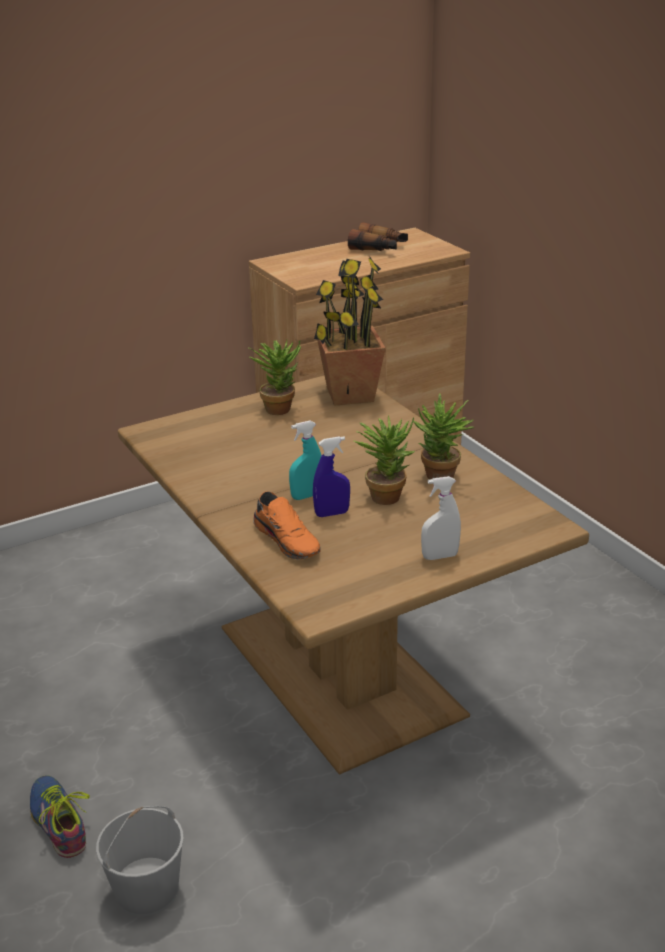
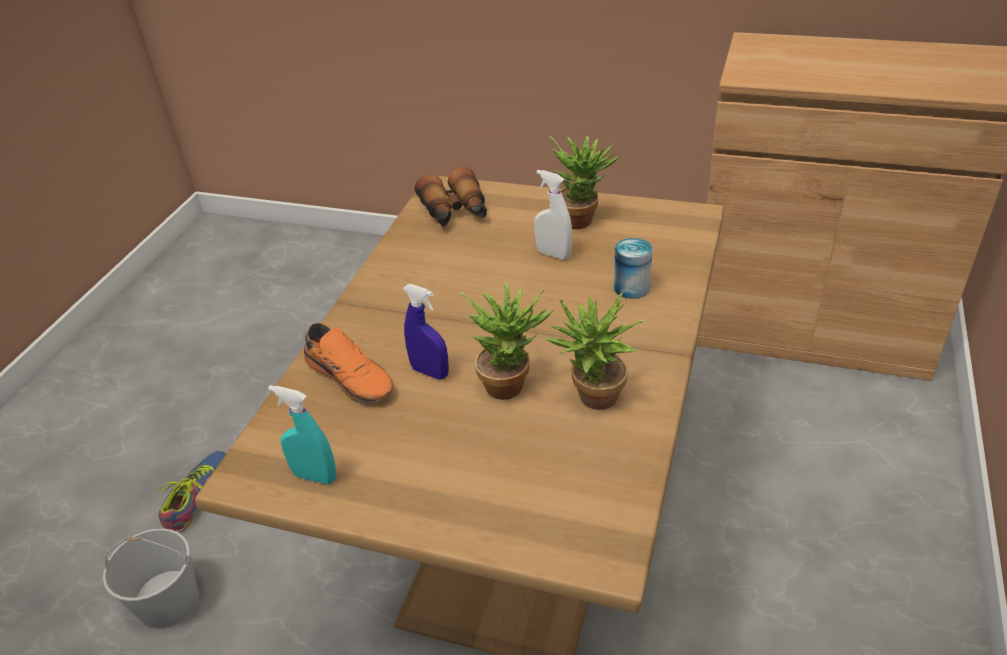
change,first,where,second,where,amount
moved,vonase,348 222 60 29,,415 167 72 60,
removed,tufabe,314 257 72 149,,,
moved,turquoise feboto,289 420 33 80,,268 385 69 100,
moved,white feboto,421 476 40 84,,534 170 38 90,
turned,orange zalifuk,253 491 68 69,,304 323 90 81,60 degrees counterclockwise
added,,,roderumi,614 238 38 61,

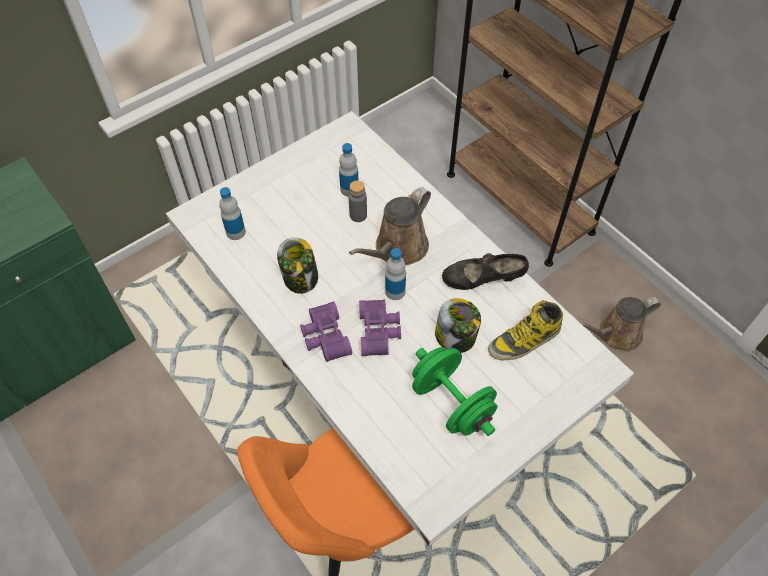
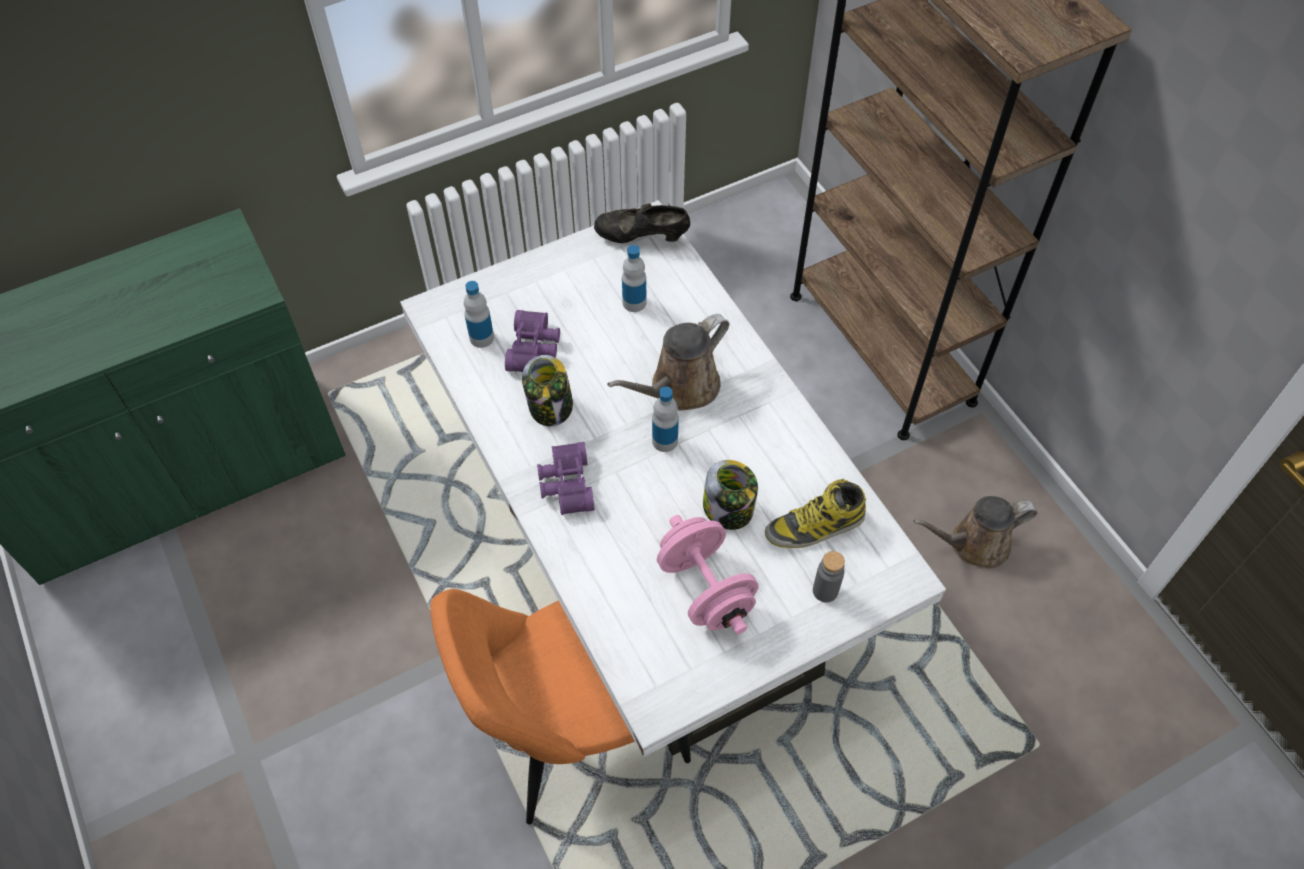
change,first,where,second,where,amount
moved,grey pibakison,349 180 18 42,,813 551 32 51,
moved,black zalifuk,442 253 87 37,,594 203 96 40,
moved,purple vonase,359 299 42 57,,505 310 55 62,
recoloured,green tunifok,412 347 85 89,pink tunifok,657 515 101 119,

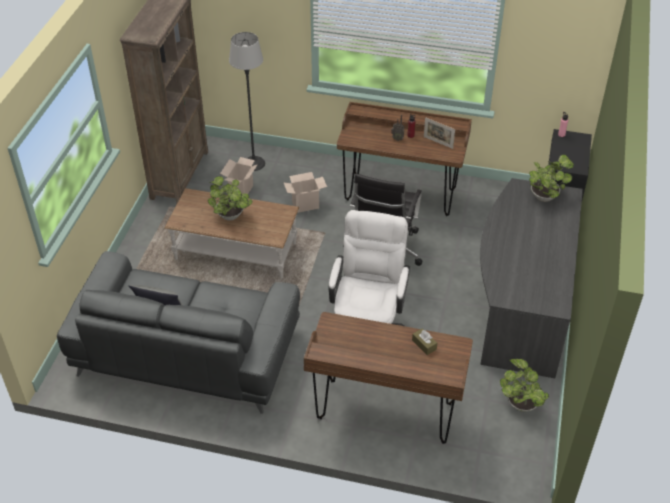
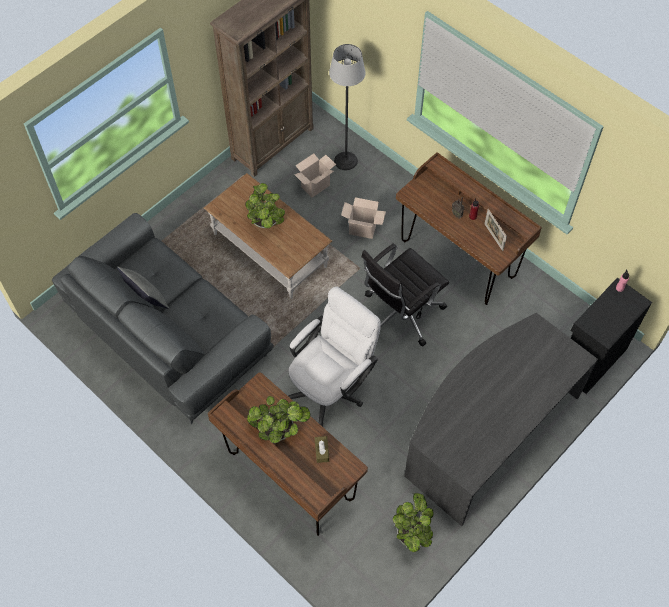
change,first,where,second,where,amount
moved,tufabe,529 155 45 47,,247 396 63 47,

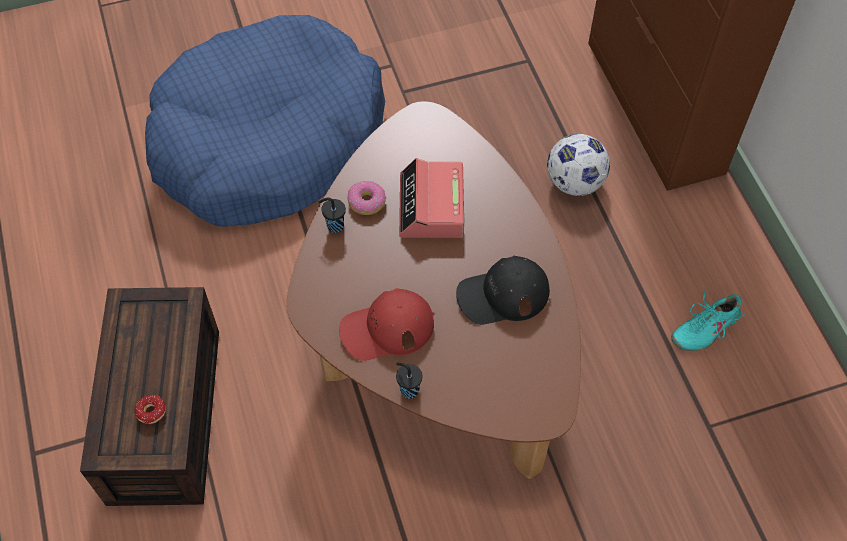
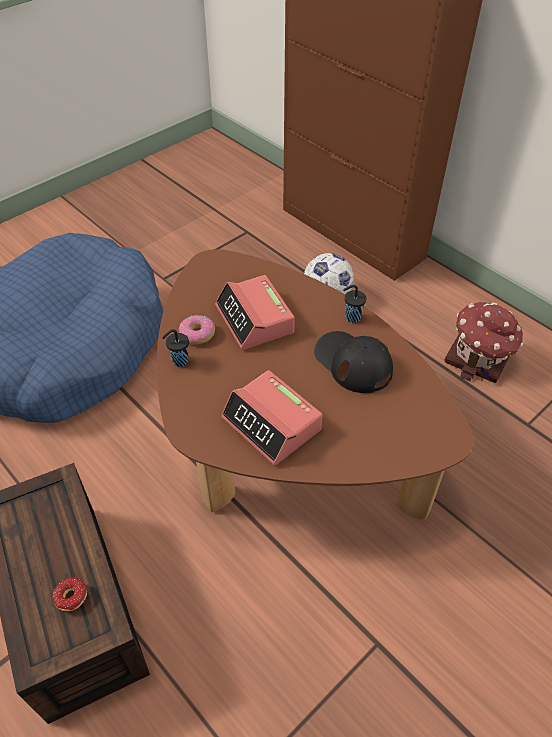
change,first,where,second,where,amount
turned,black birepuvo,456 256 94 69,,314 331 79 62,90 degrees clockwise
replaced,red birepuvo,339 288 95 73,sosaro,221 370 101 96,
replaced,turquoise zalifuk,671 291 74 60,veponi,445 301 78 82,
moved,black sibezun,396 362 27 37,,343 285 23 38,

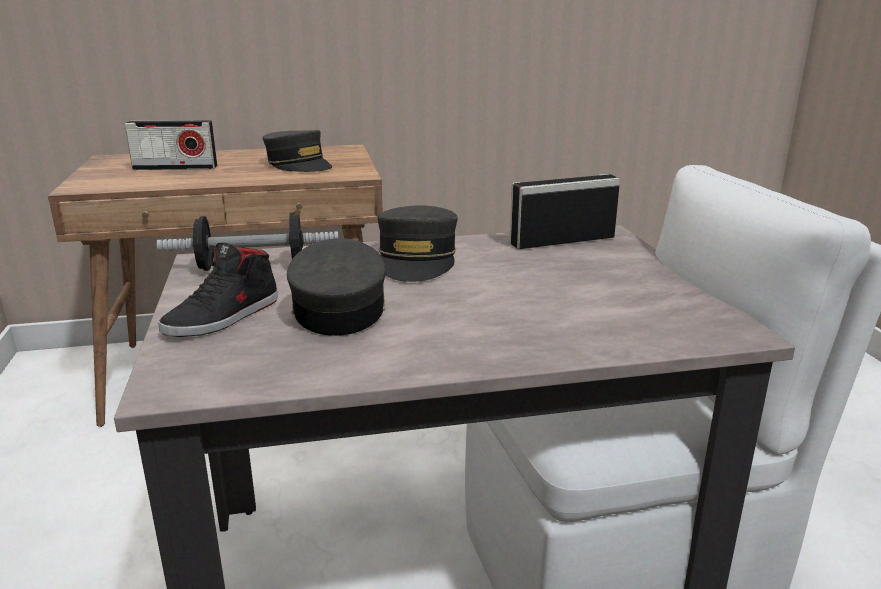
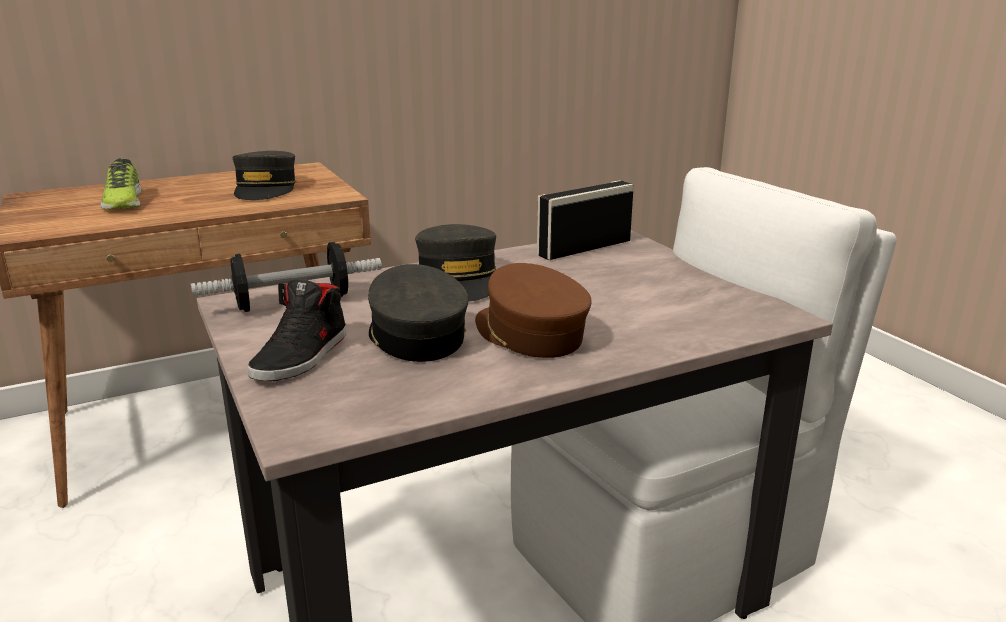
change,first,where,second,where,amount
replaced,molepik,125 120 92 50,zalifuk,100 158 41 52,
turned,grey birepuvo,263 130 69 42,,233 151 63 49,60 degrees clockwise
added,,,brown birepuvo,475 263 117 95,

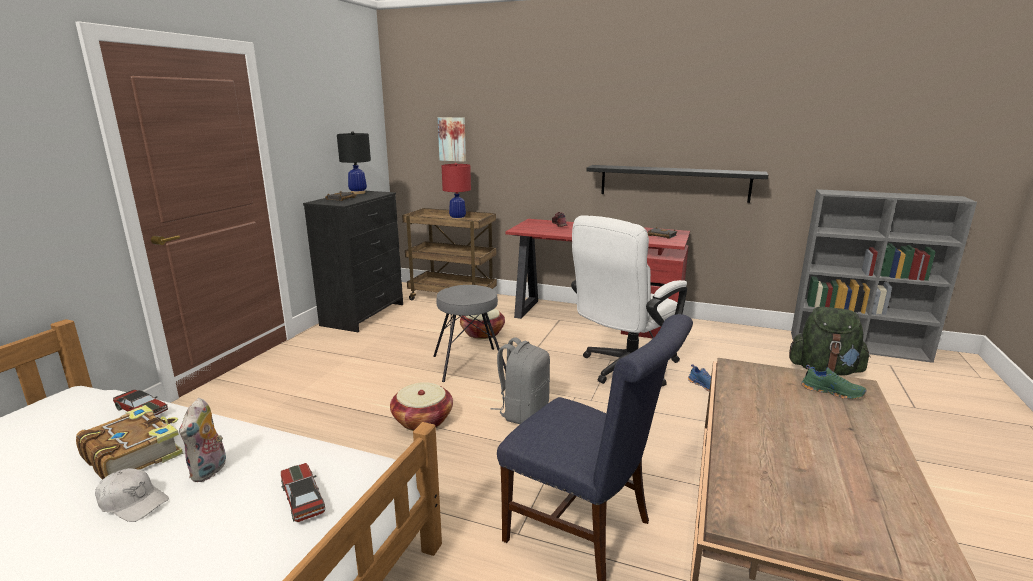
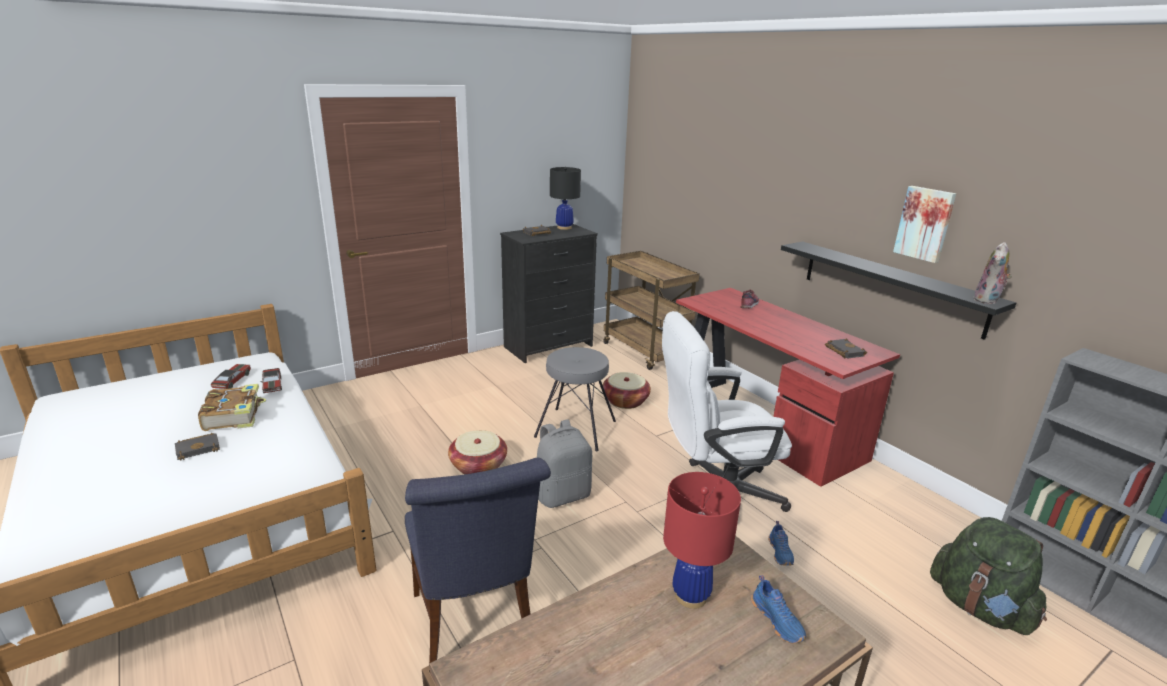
change,first,where,second,where,amount
moved,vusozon,438 117 28 45,,893 186 63 77,
moved,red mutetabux,442 163 29 57,,663 472 78 137,
recoloured,green zalifuk,801 365 65 34,blue zalifuk,751 575 55 68,
moved,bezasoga,179 398 47 84,,973 242 39 62,
moved,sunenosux,281 463 44 59,,211 364 40 25,
replaced,white birepuvo,95 468 74 54,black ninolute,175 433 45 28,

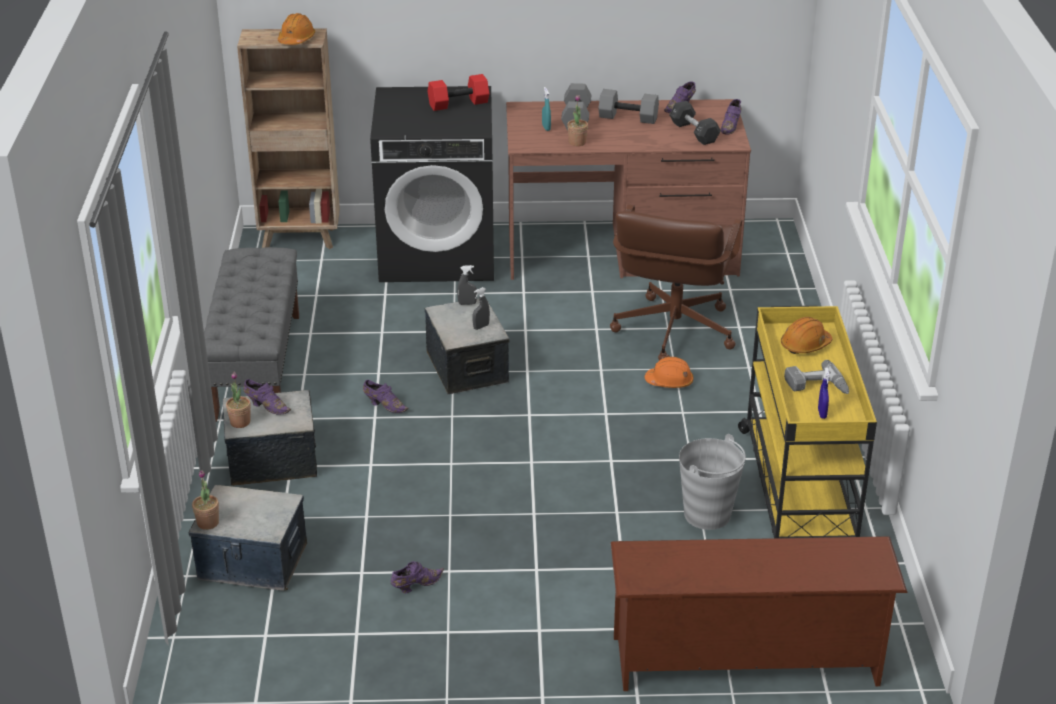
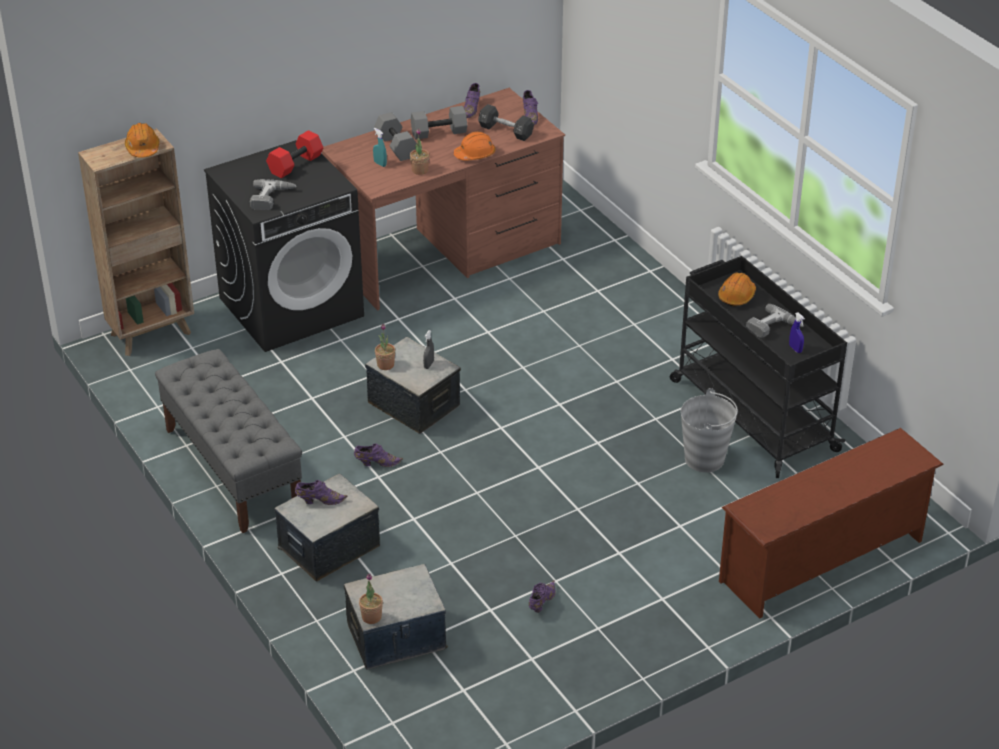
change,first,where,second,where,amount
removed,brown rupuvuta,610 204 132 156,,,
removed,grey feboto,457 265 20 40,,,
recoloured,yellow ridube,738 306 139 232,black ridube,670 256 177 222,
moved,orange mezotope,645 357 49 31,,454 132 41 29,
moved,tufabe,226 372 25 56,,375 324 20 46,
added,,,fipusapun,250 179 46 31,

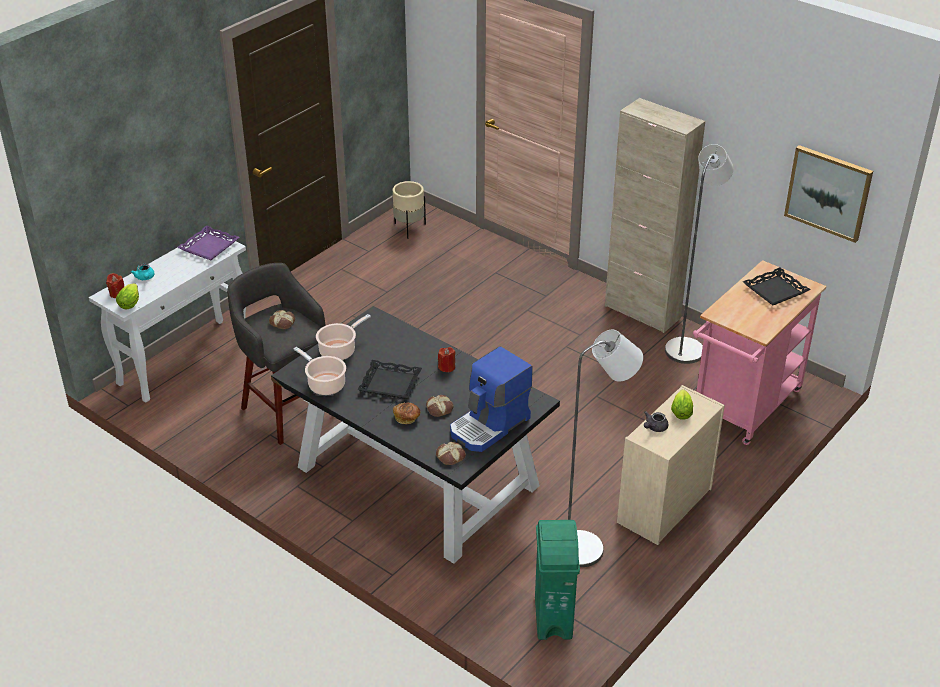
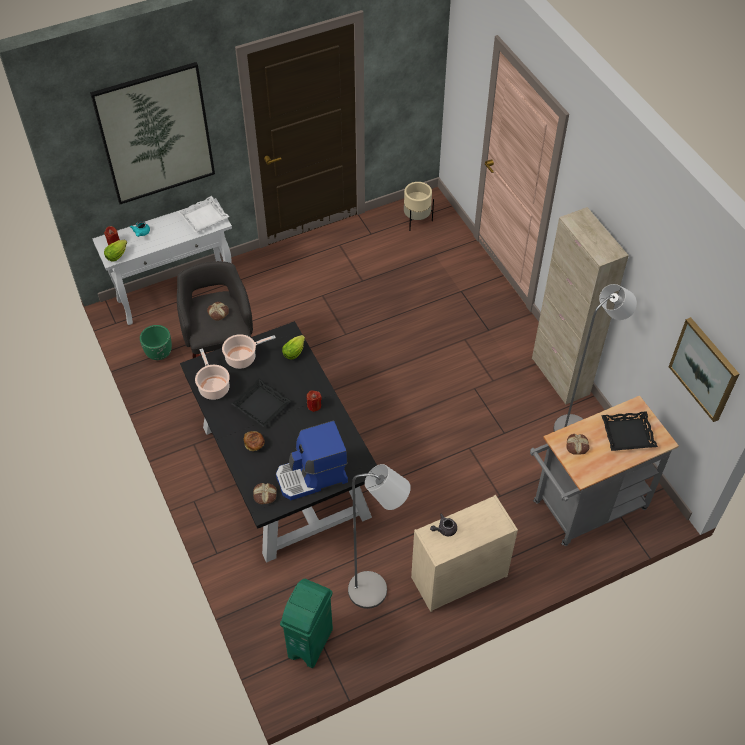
change,first,where,second,where,amount
recoloured,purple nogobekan,177 225 62 35,white nogobekan,178 196 52 37,
recoloured,pink ridube,693 260 133 185,grey ridube,530 396 149 150,
moved,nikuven,671 389 22 31,,282 335 23 25,
moved,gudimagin,426 395 28 22,,566 434 24 21,
added,,,vusozon,90 62 125 142,
added,,,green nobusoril,140 325 32 35,

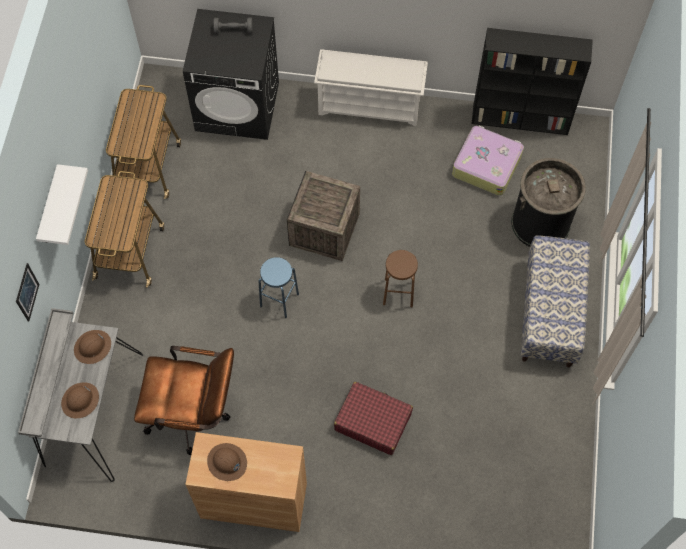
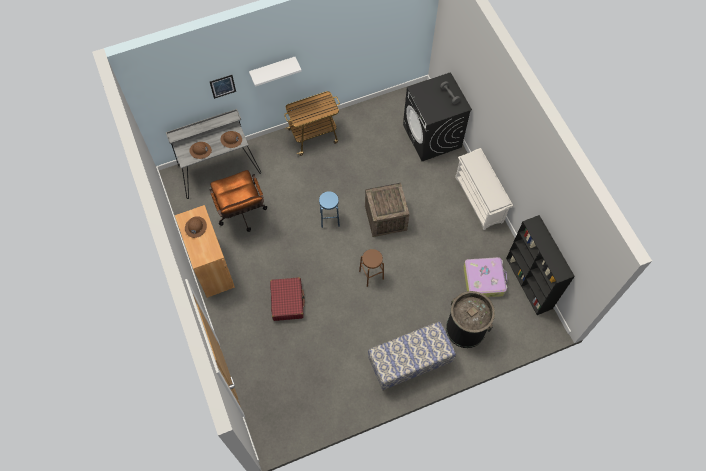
change,first,where,second,where,amount
removed,ridube,106 85 75 114,,,

